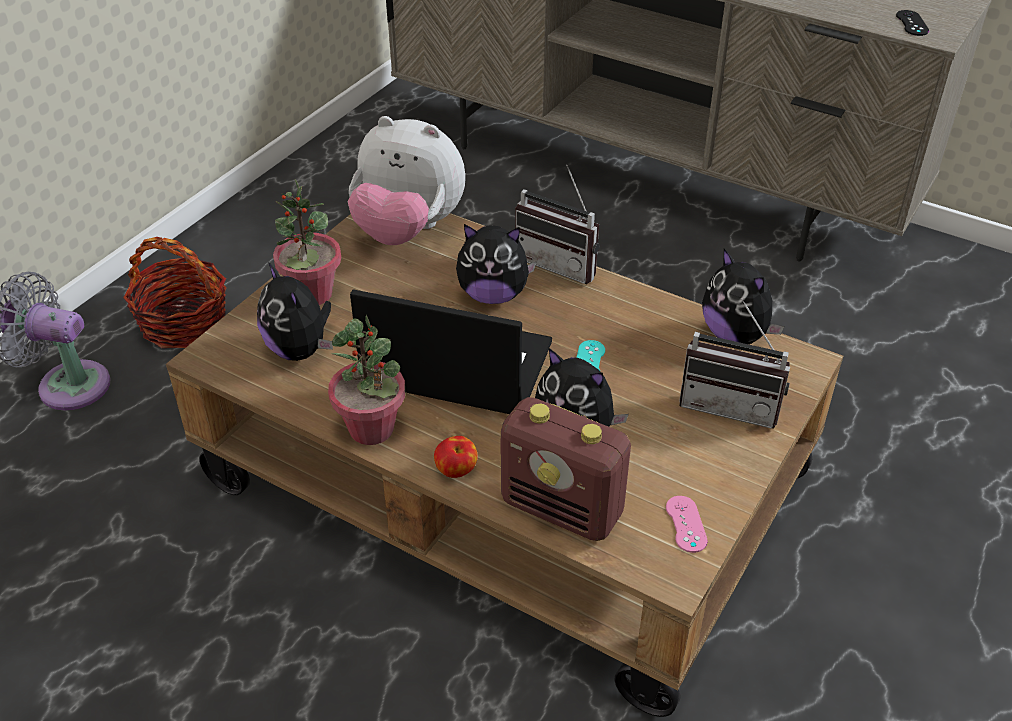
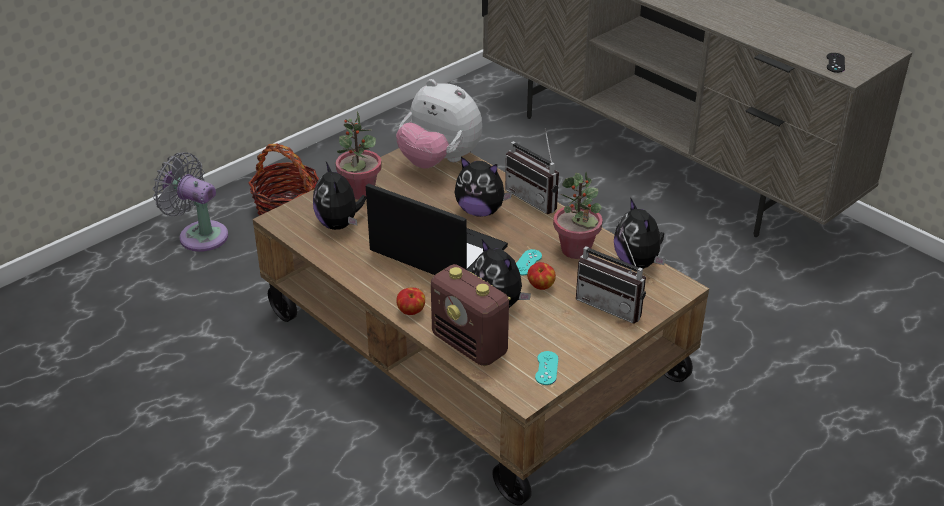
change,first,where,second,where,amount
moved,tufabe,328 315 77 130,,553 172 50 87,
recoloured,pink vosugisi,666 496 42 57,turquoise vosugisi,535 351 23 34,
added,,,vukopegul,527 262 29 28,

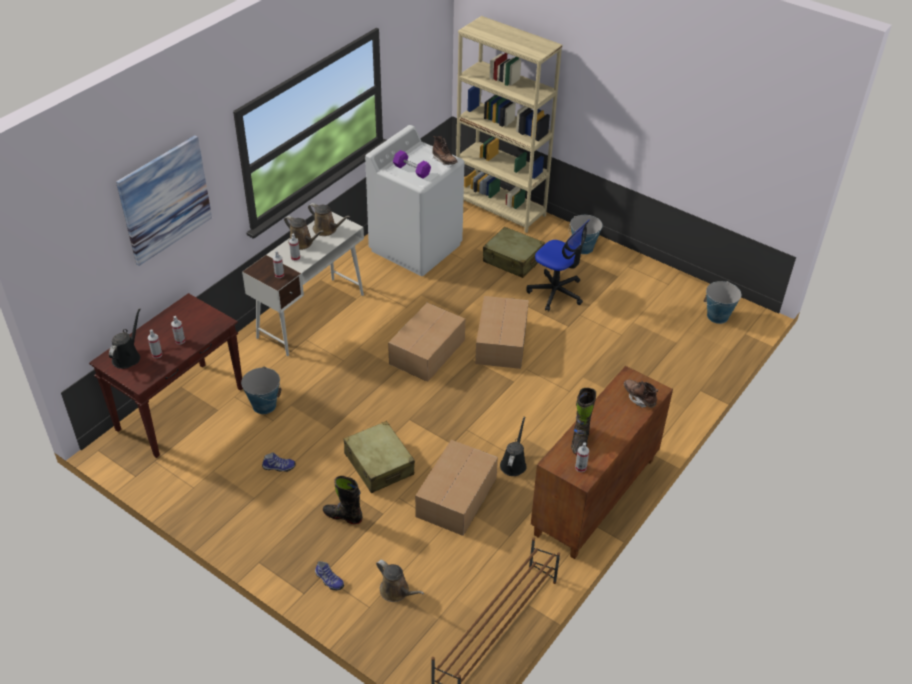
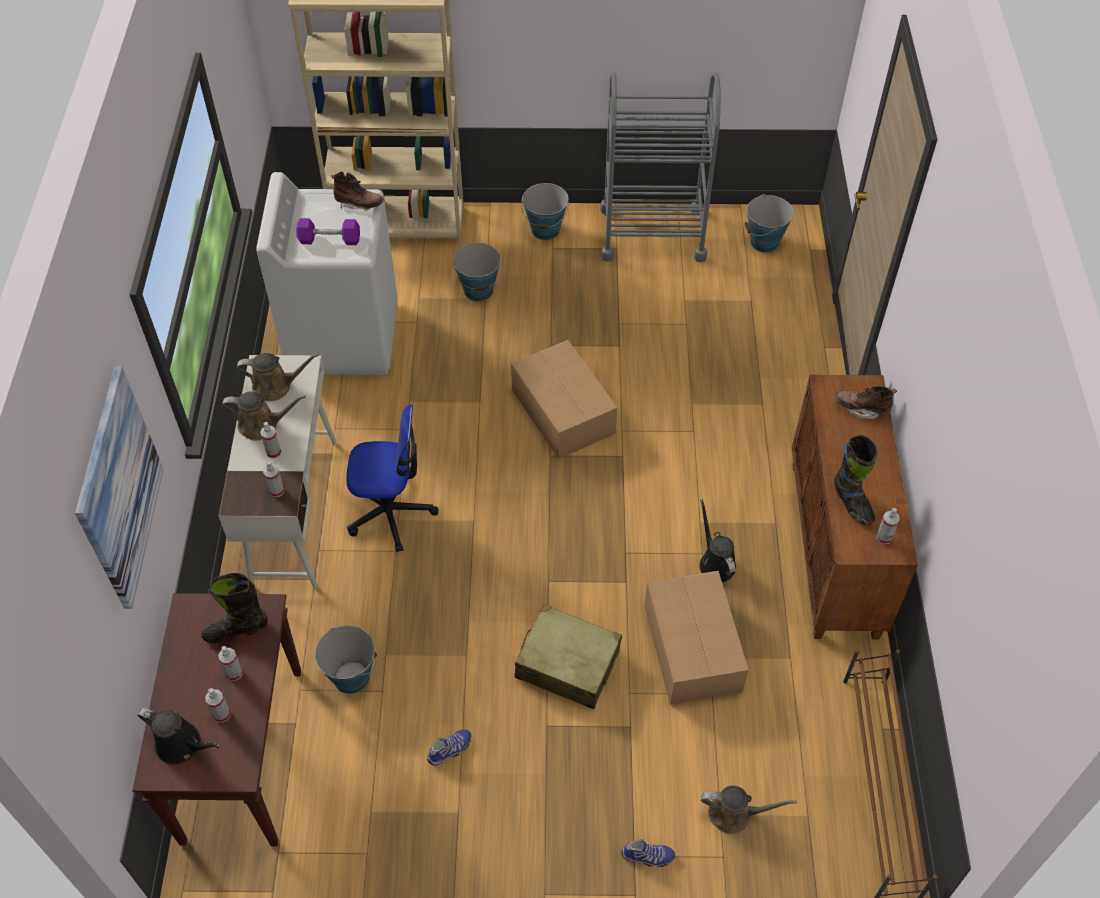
change,first,where,second,where,amount
moved,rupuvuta,526 220 64 91,,346 404 92 148,
replaced,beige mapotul,483 227 62 51,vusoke,453 243 49 59,
removed,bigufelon,388 303 77 79,,,
turned,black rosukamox,109 308 31 61,,138 708 83 57,135 degrees clockwise
moved,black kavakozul,323 476 40 48,,201 573 67 70,
added,,,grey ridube,600 72 121 190,

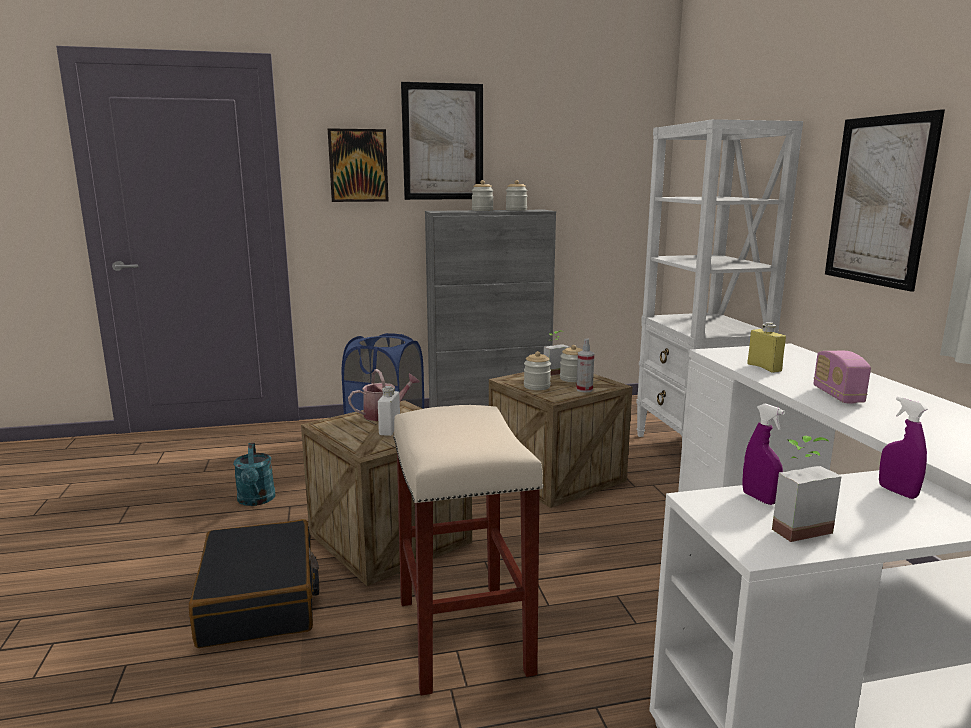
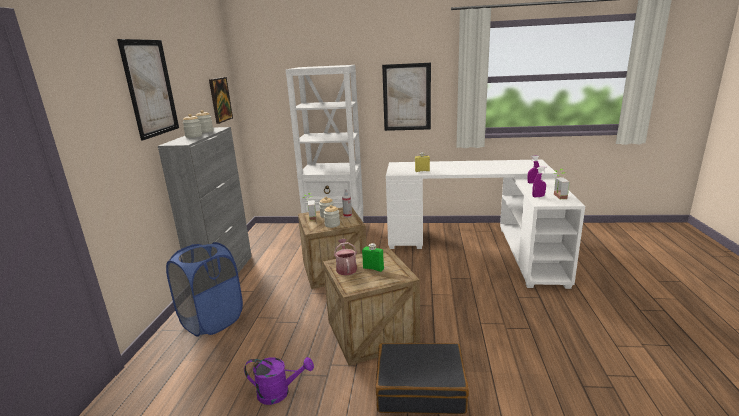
change,first,where,second,where,amount
moved,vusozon,328 128 61 74,,209 77 24 47,
removed,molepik,813 351 58 53,,,
recoloured,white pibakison,378 386 22 50,green pibakison,362 243 22 29,
removed,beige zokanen,393 405 150 291,,,
recoloured,turquoise rosukamox,233 443 42 63,purple rosukamox,244 357 70 48,

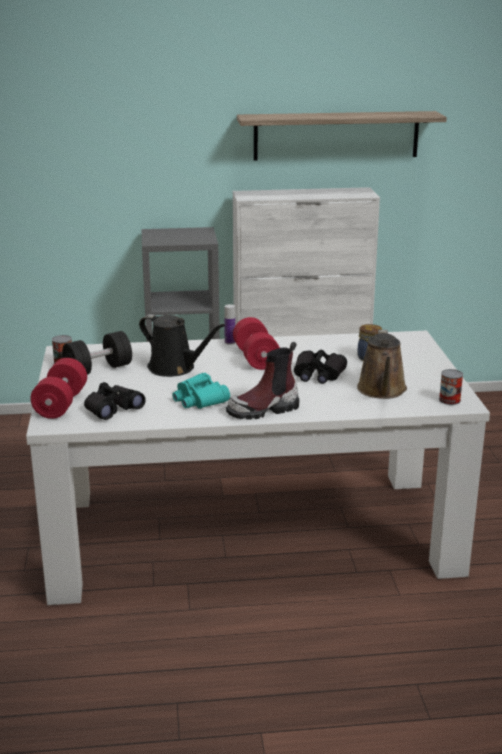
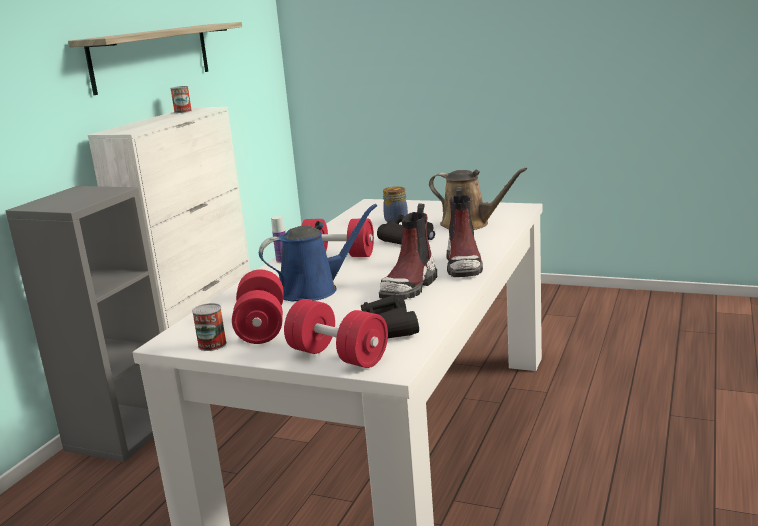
change,first,where,second,where,amount
recoloured,black rosukamox,139 314 86 63,blue rosukamox,259 204 118 97,
recoloured,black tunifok,62 331 70 44,red tunifok,232 269 52 75,
moved,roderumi,439 369 24 36,,170 86 22 27,
replaced,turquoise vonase,172 373 58 36,kavakozul,379 204 58 96,

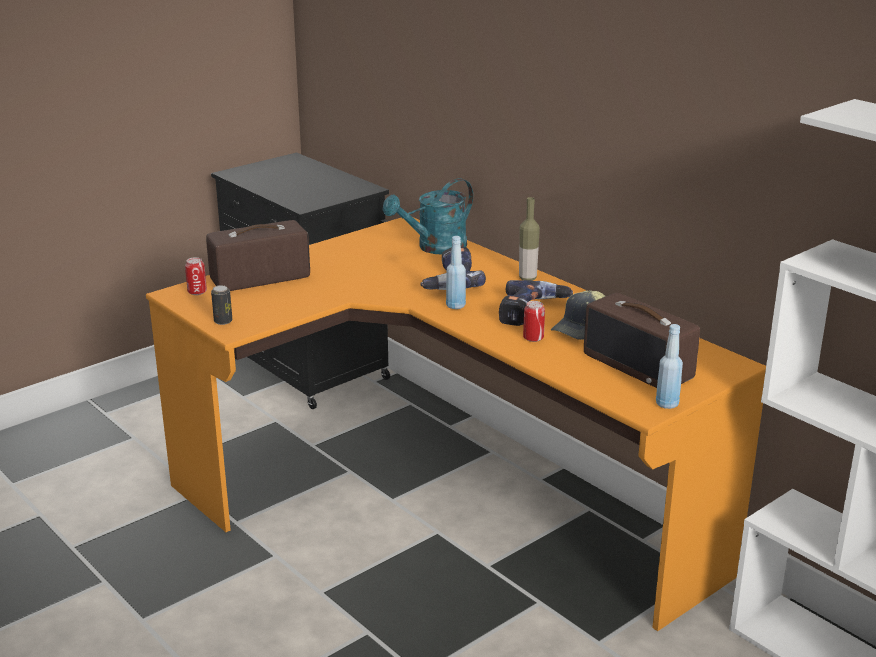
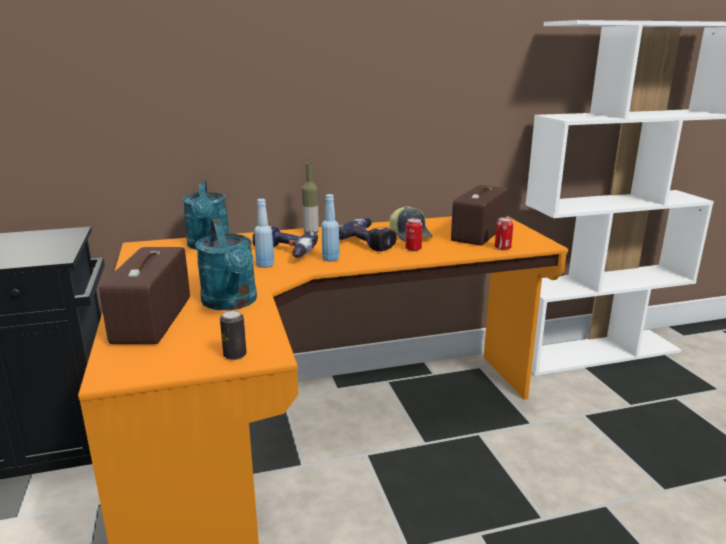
change,first,where,second,where,amount
moved,roderumi,185 257 22 38,,495 218 18 32,
turned,molepik,584 293 116 95,,451 185 58 61,135 degrees clockwise
moved,blue pibakison,656 324 27 85,,254 199 20 69,
added,,,turquoise rosukamox,195 218 62 92,

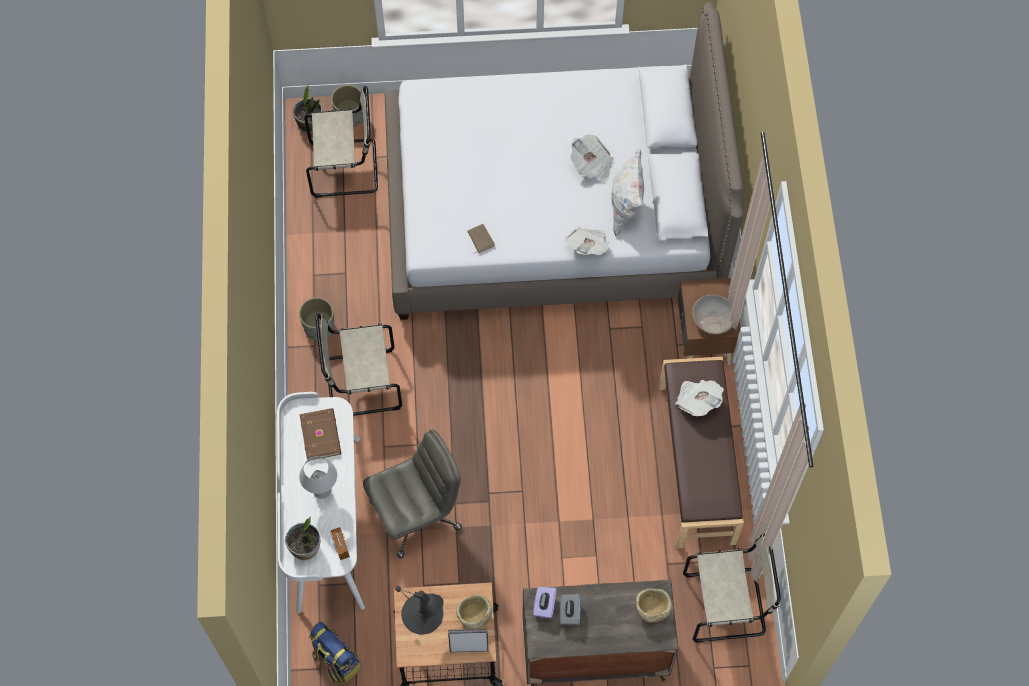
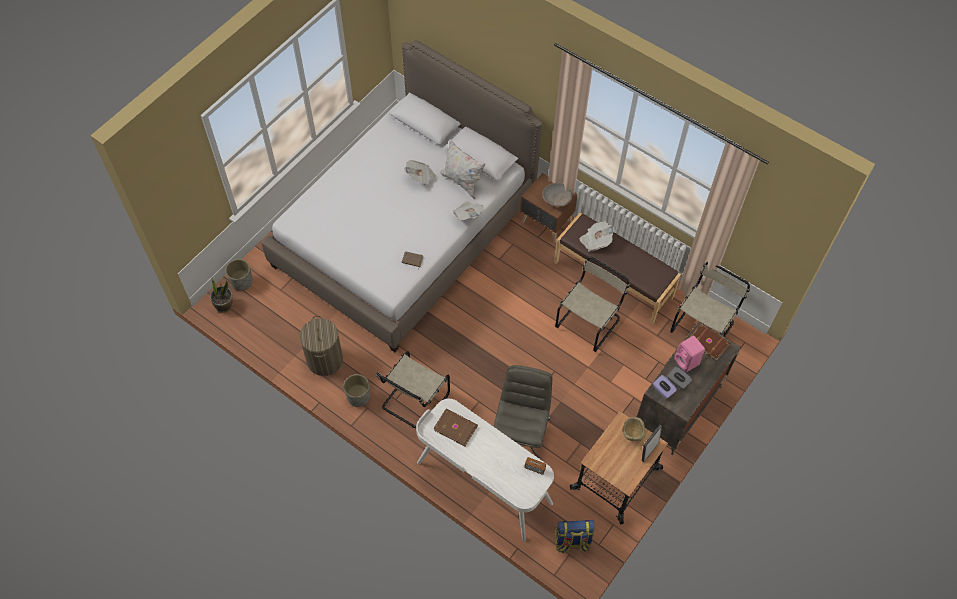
change,first,where,second,where,amount
moved,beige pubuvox,304 86 74 112,,555 257 75 95,
removed,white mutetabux,299 456 38 43,,,
removed,tufabe,285 517 35 43,,,
removed,black mutetabux,395 586 49 48,,,
replaced,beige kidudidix,636 589 36 33,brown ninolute,689 323 41 38,
added,,,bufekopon,300 316 43 60,
added,,,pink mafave,674 336 31 37,

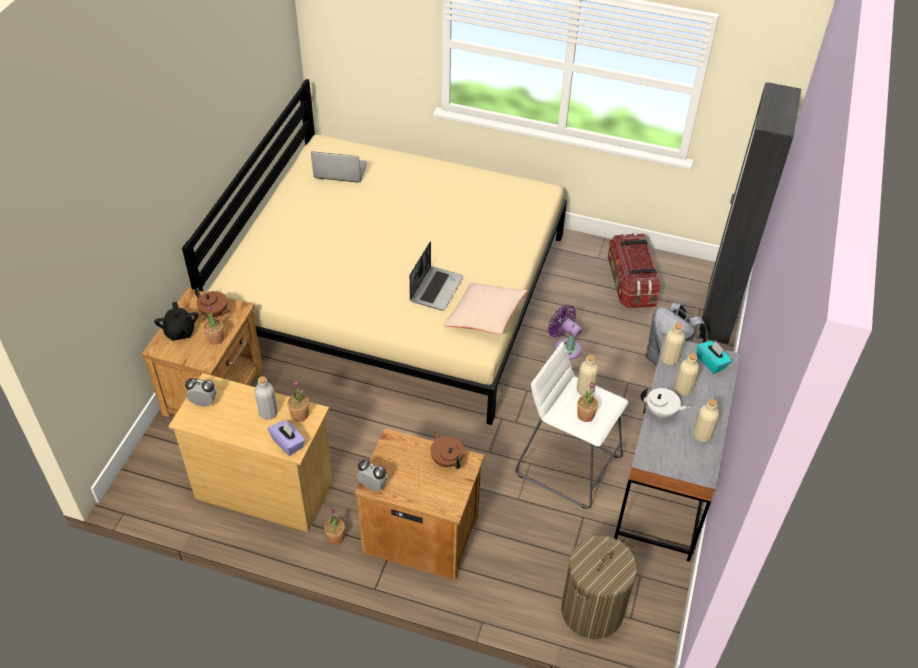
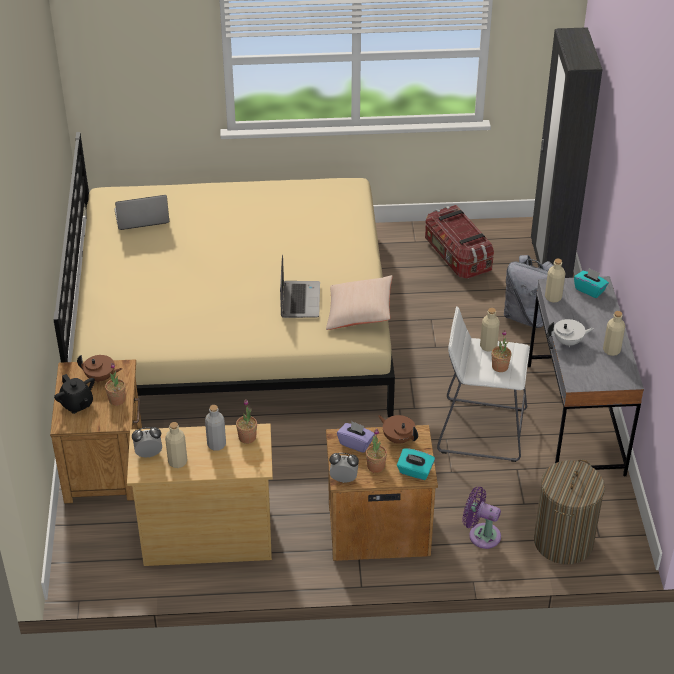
change,first,where,second,where,amount
moved,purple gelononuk,548 305 34 55,,462 487 39 62,
moved,beige pibakison,674 353 25 43,,165 422 22 46,
moved,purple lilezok,268 420 38 36,,337 421 38 32,
moved,tufabe,325 509 20 36,,366 429 21 44,
added,,,turquoise lilezok,397 448 38 32,

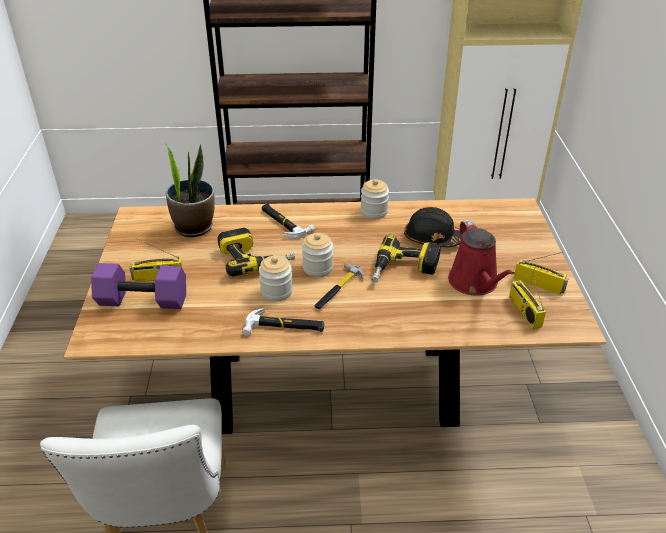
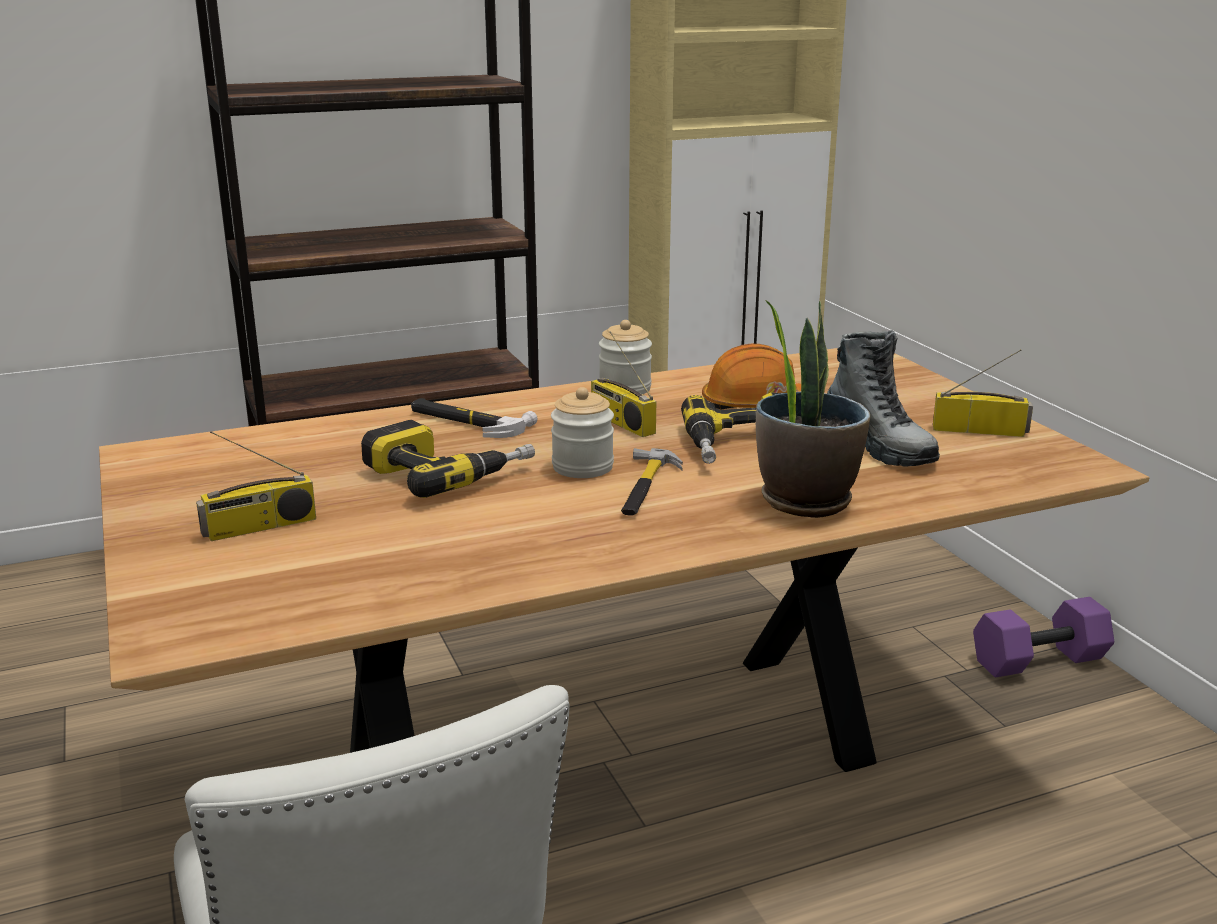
change,first,where,second,where,amount
moved,tufabe,165 143 50 94,,756 301 114 217,
recoloured,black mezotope,404 207 58 40,orange mezotope,702 344 99 65,
replaced,red rosukamox,448 220 67 75,kavakozul,827 330 113 137,
removed,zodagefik,259 255 34 46,,,
moved,molepik,509 261 37 68,,591 331 65 106,
moved,purple tunifok,91 263 95 46,,973 597 141 81,
removed,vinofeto,242 308 82 28,,,

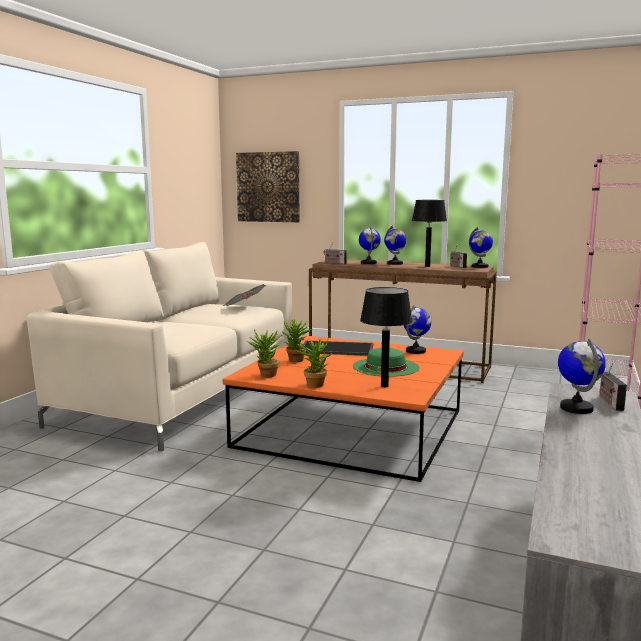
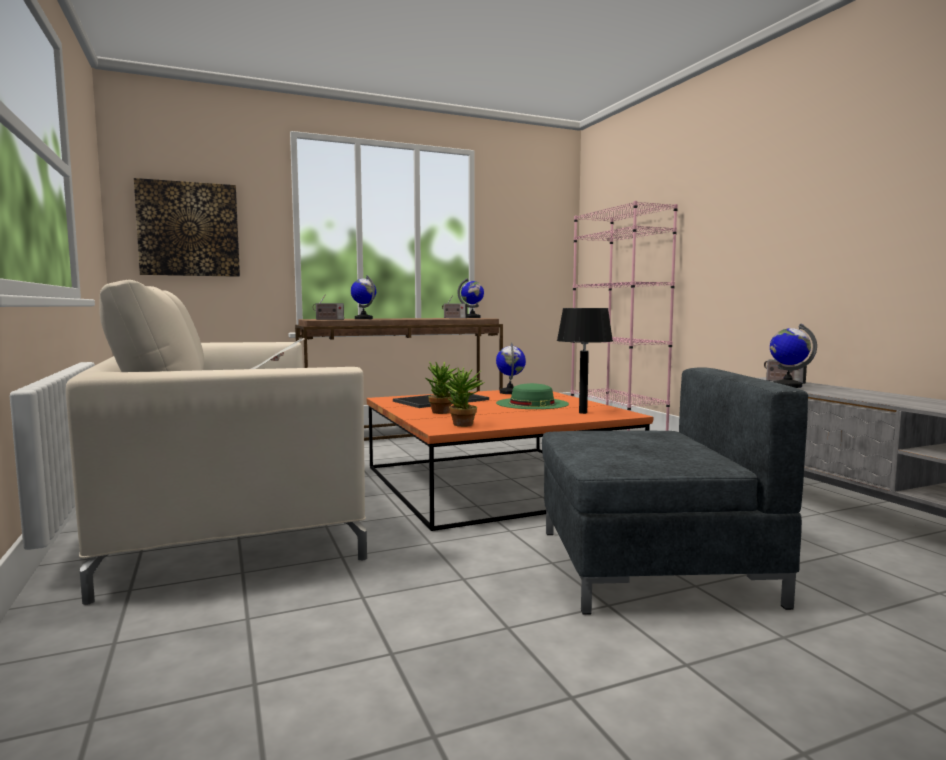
change,first,where,second,where,amount
removed,black mutetabux,412 200 35 67,,,
removed,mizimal,384 226 23 39,,,
removed,tufabe,297 337 35 51,,,
added,,,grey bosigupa,542 367 266 248,

